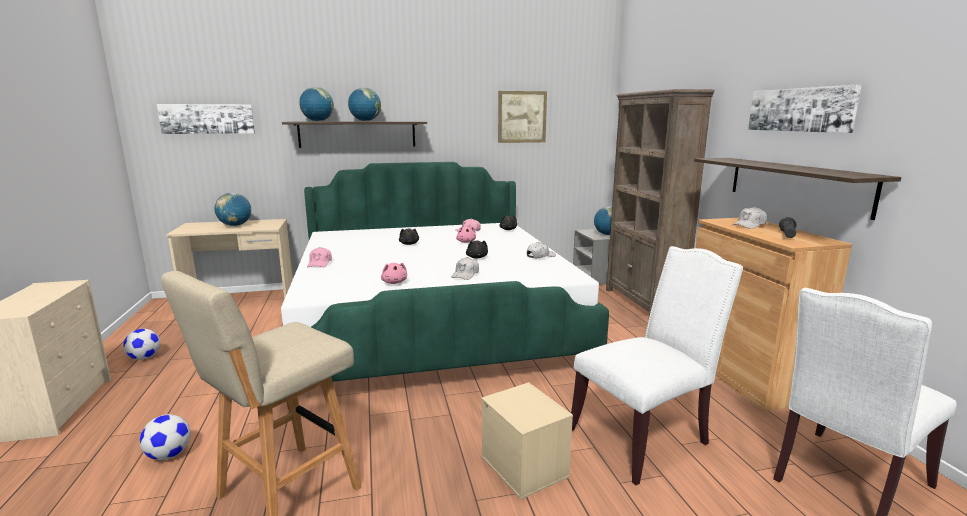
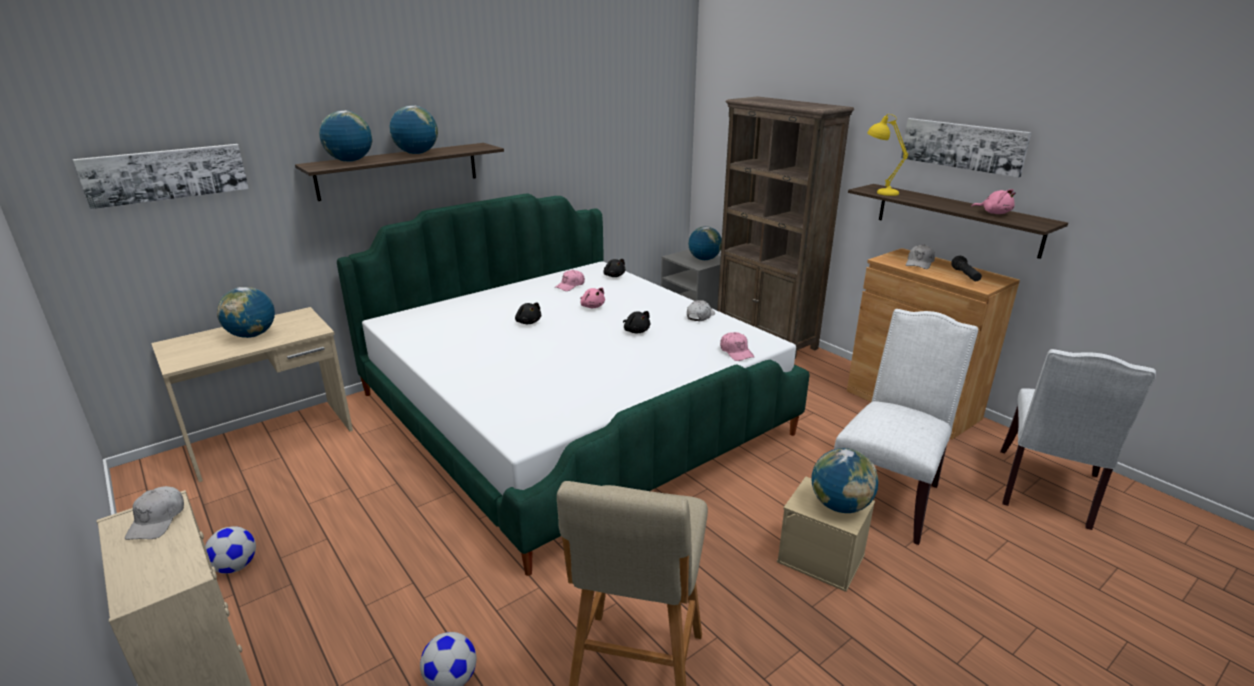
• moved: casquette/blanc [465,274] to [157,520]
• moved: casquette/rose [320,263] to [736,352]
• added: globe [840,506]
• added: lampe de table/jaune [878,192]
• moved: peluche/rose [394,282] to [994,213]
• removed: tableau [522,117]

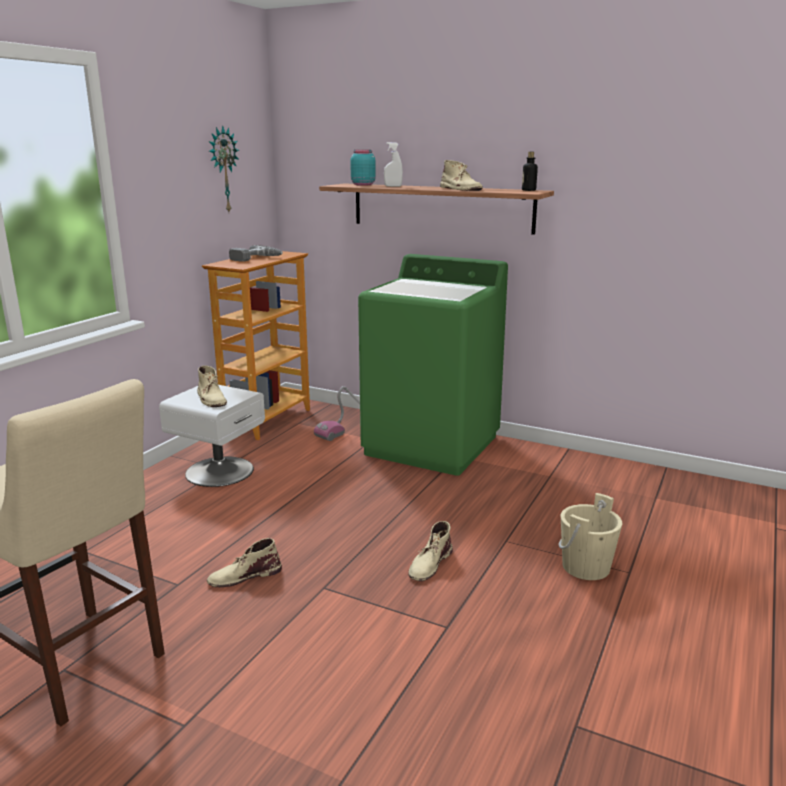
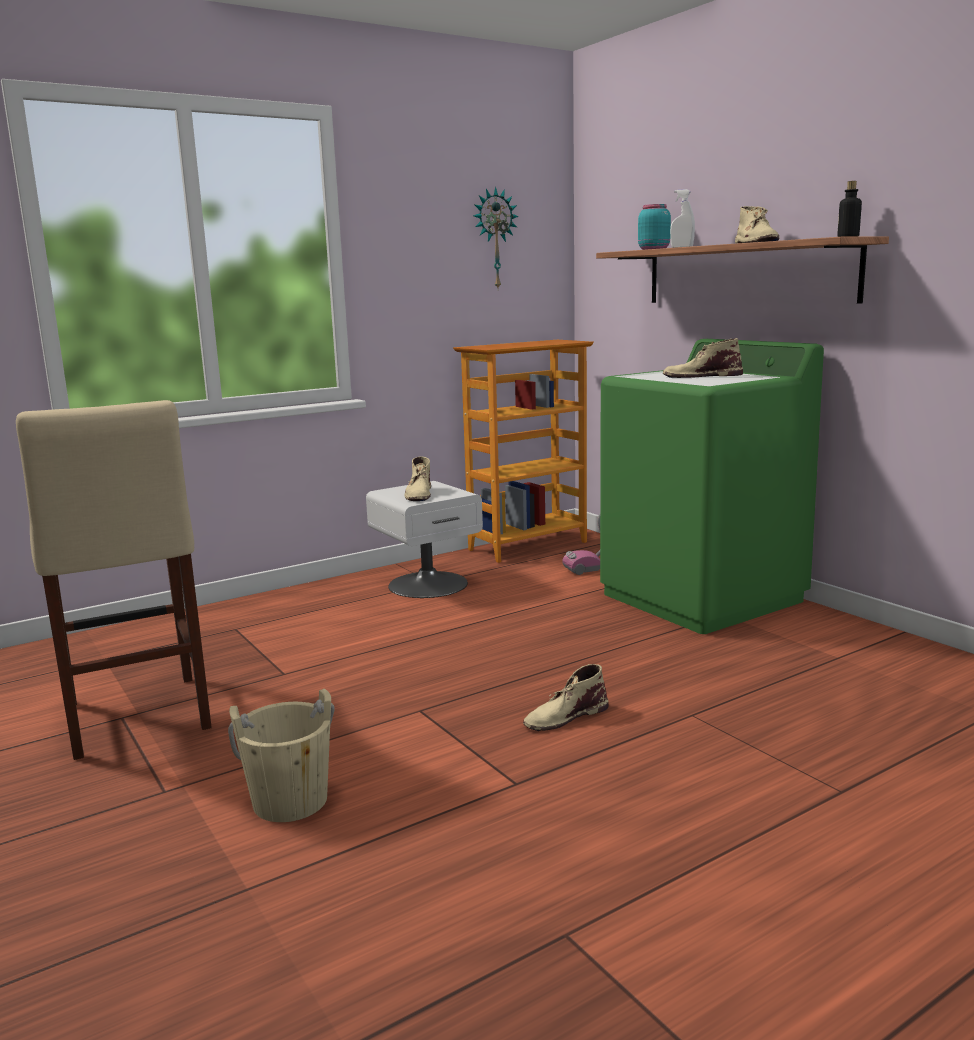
• moved: seau/beige [586,567] to [290,801]
• moved: botte/beige [244,576] to [701,376]
• removed: perceuse [256,259]

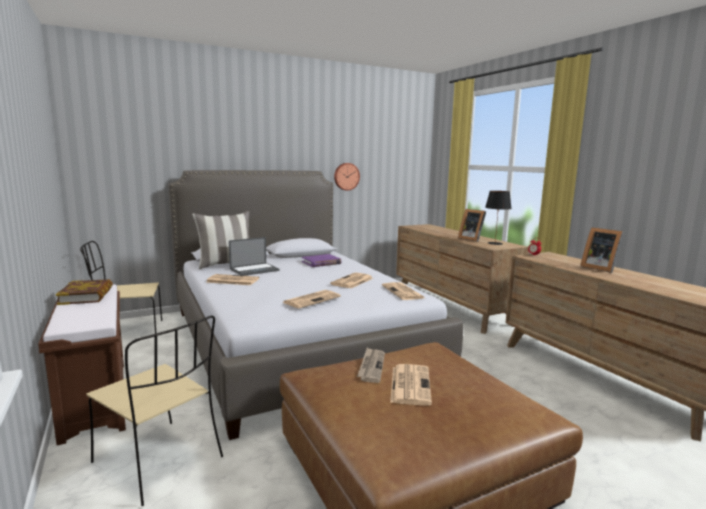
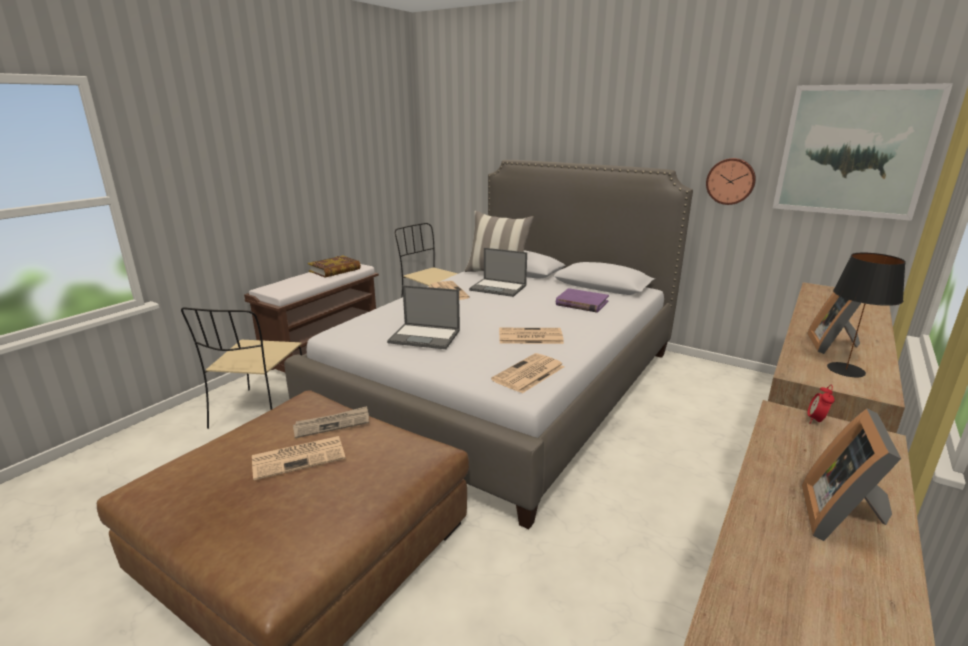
• replaced: journal [312,299] to ordinateur portable [425,336]
• added: tableau [853,151]

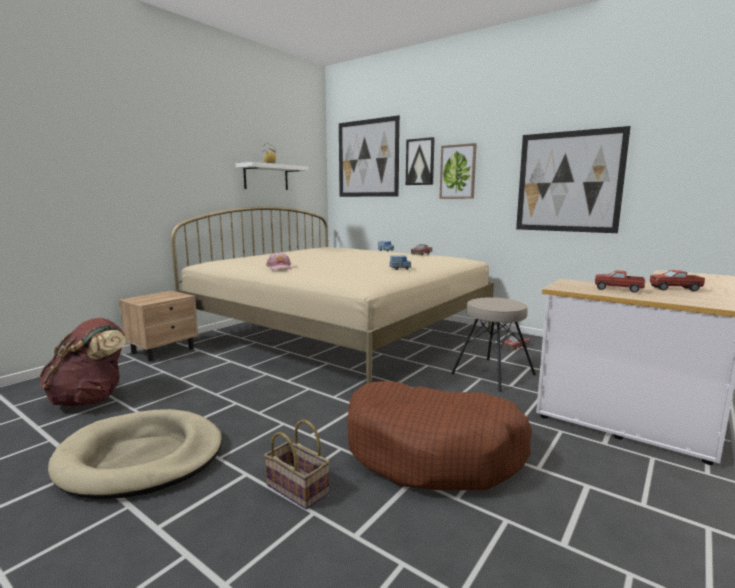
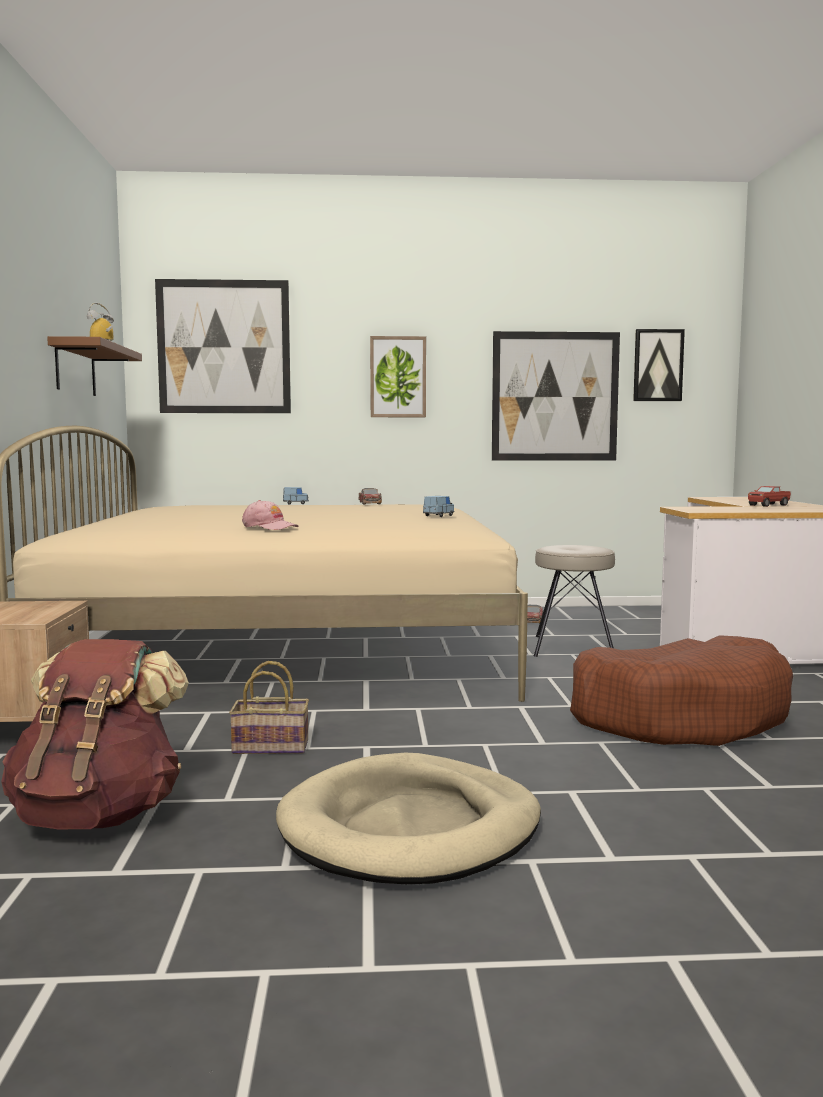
• recoloured: étagère/blanc [266,177] to étagère/marron [75,369]
• moved: panier [299,489] to [273,746]
• moved: tableau [420,162] to [658,365]
• removed: camion jouet [618,289]

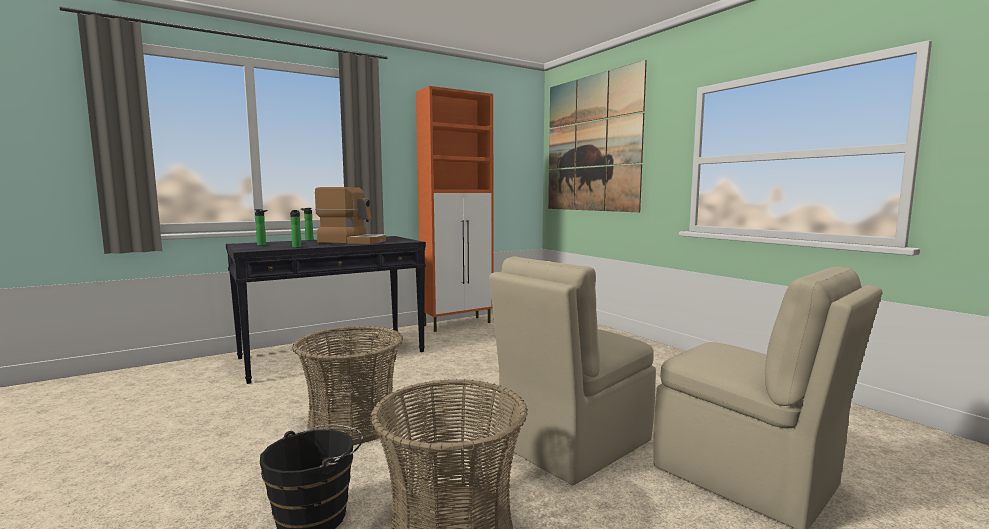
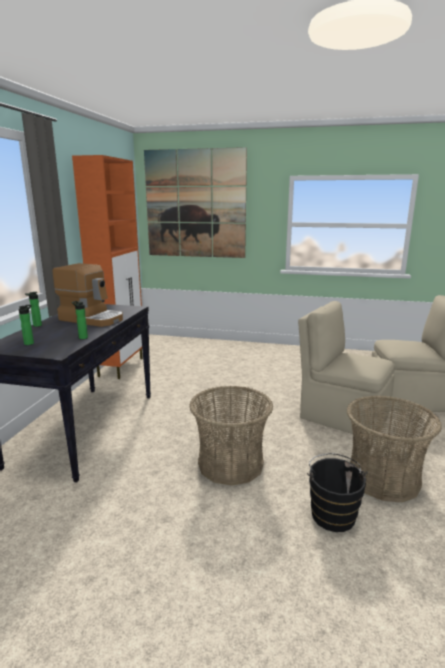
• turned: machine à café [352,241] = [92,319] 60 degrees clockwise
• turned: chaise/beige [572,444] = [342,416] 120 degrees clockwise

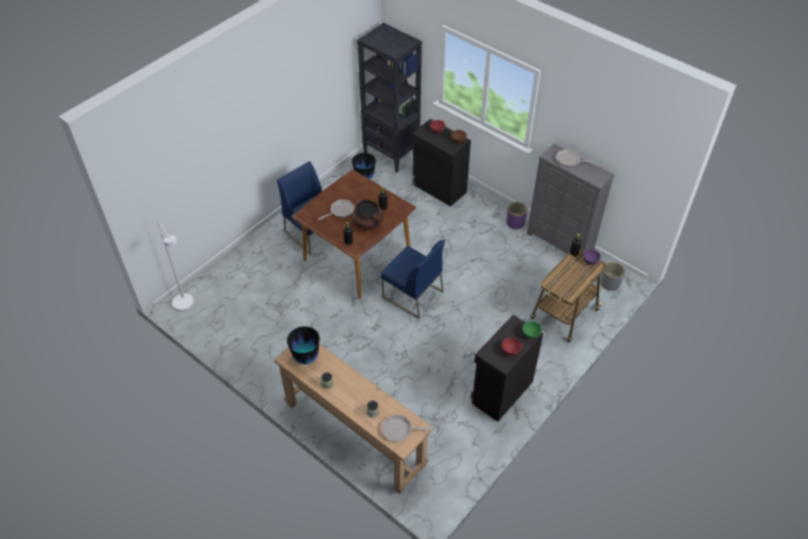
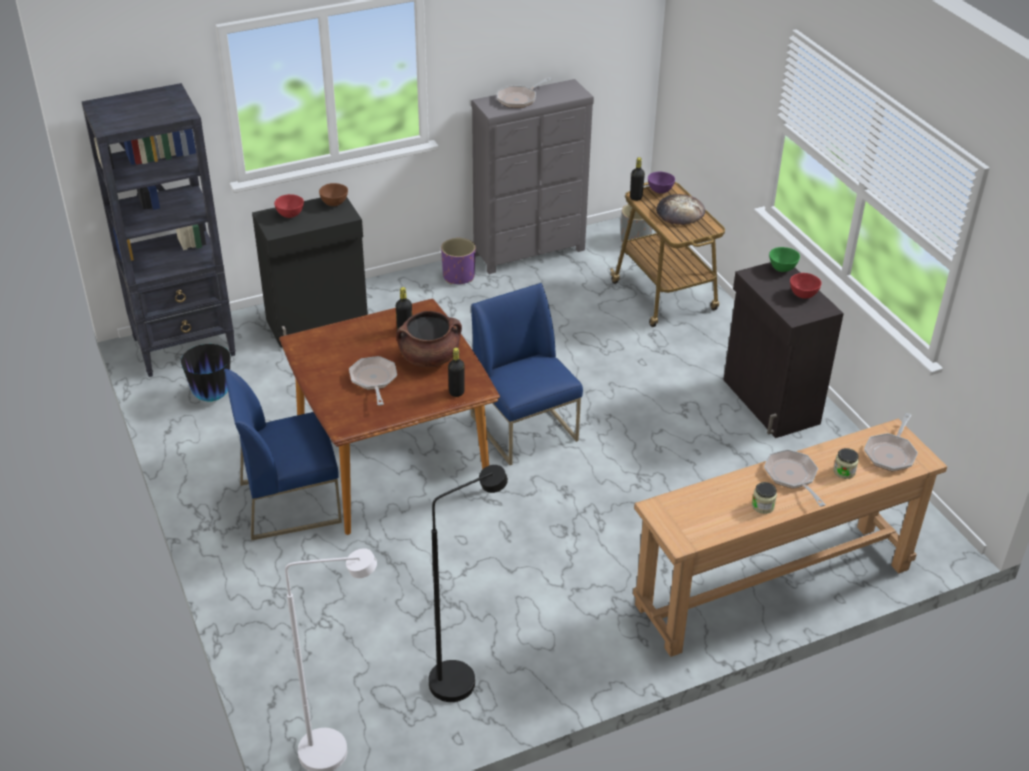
• added: lampadaire/noir [462,676]
• turned: chaise/bleu [412,294] = [525,428] 90 degrees counterclockwise
• added: pain [680,212]
• added: poêle [792,477]
• removed: vase [306,358]

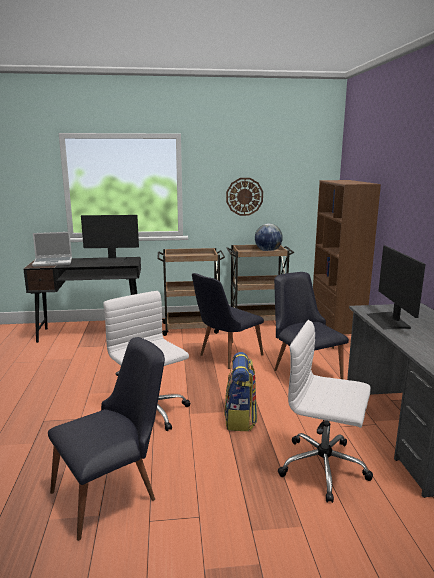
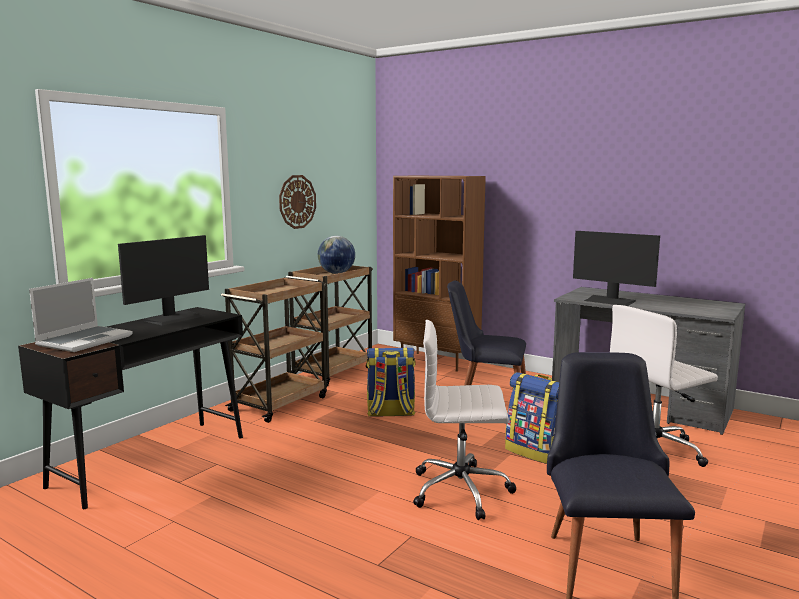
• replaced: chaise/noir [225,356] to sac à dos [390,413]

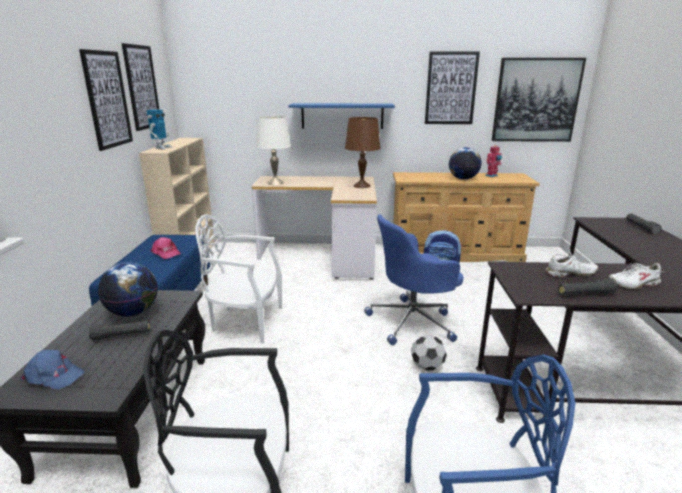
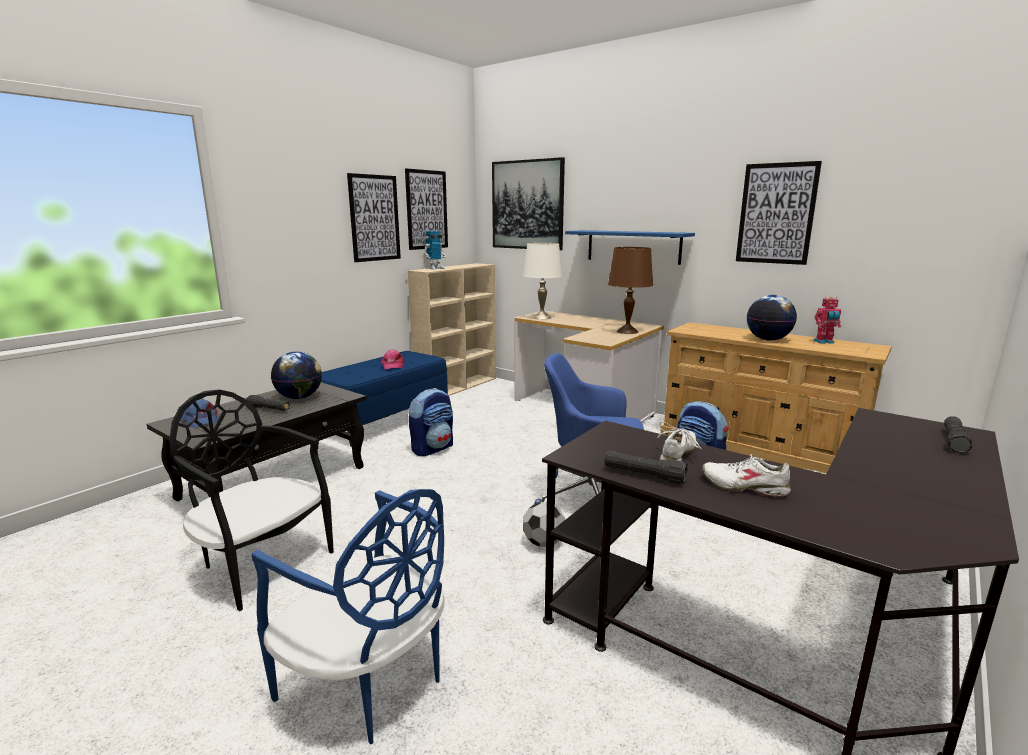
• replaced: chaise/blanc [245,322] to sac à dos [433,448]
• moved: tableau [536,100] to [527,205]
• turned: chaussure/blanc [570,274] = [678,455] 90 degrees counterclockwise

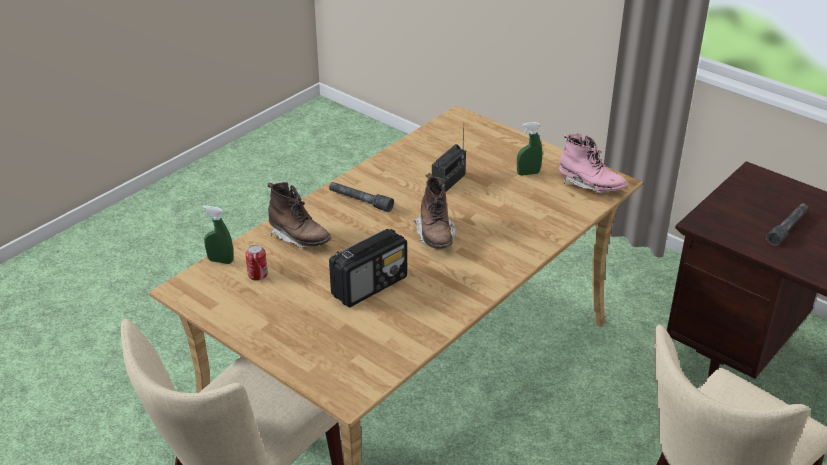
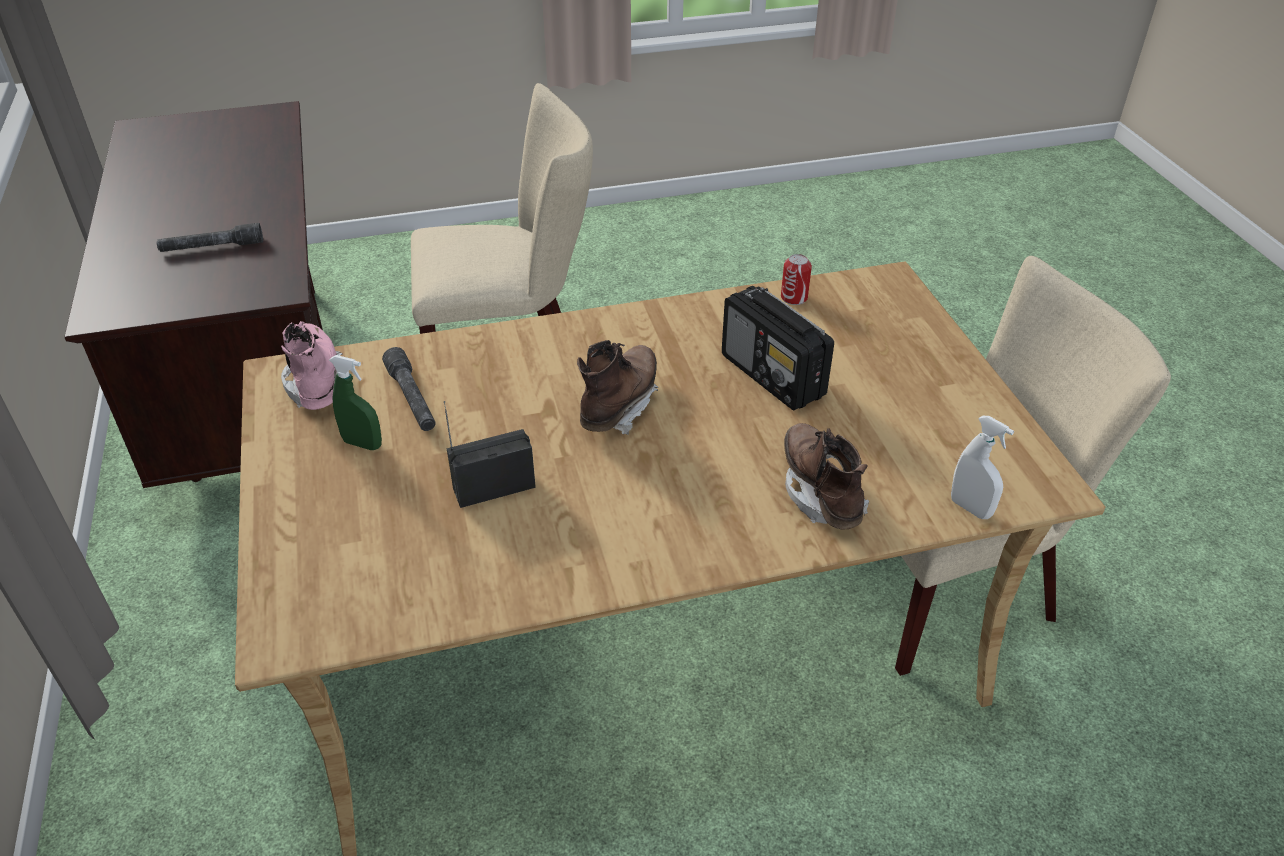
• moved: lampe de poche/gris [360,201] to [412,399]
• turned: radio [370,286] = [773,376] 120 degrees counterclockwise
• moved: boîte métallique [257,274] to [794,297]
• recoloured: vaporisateur/vert [220,261] to vaporisateur/blanc [970,508]

